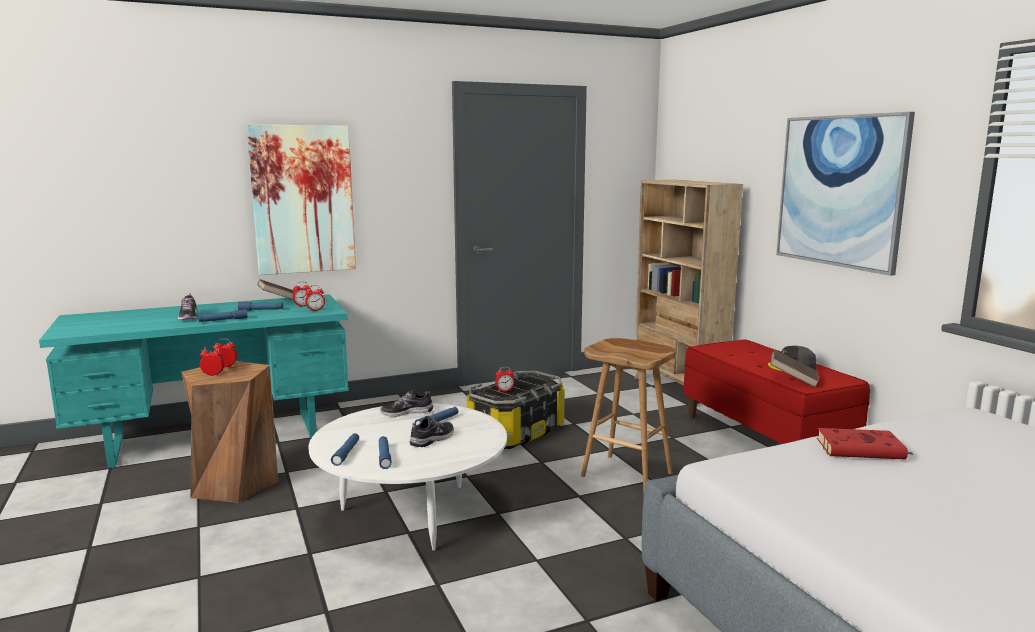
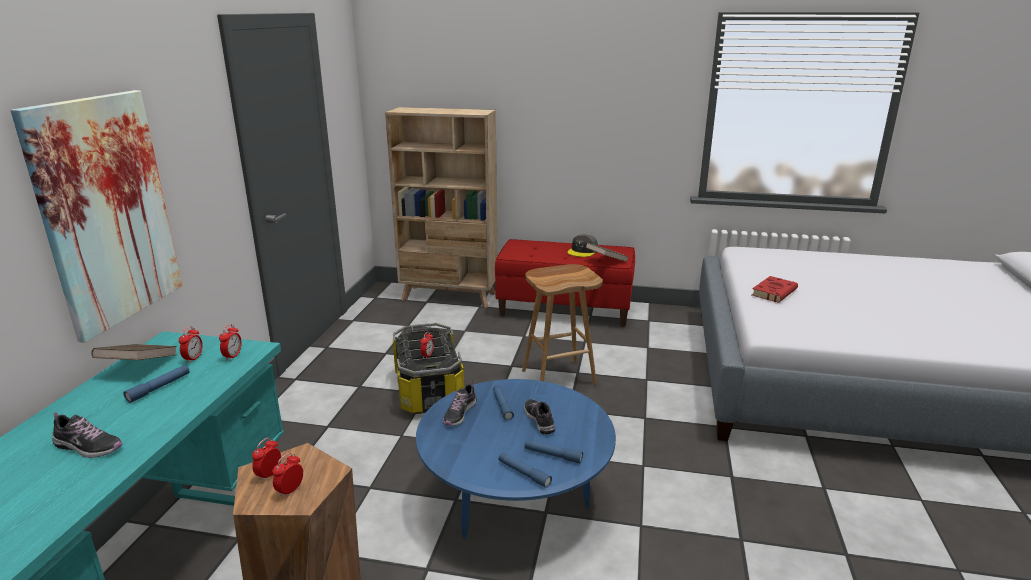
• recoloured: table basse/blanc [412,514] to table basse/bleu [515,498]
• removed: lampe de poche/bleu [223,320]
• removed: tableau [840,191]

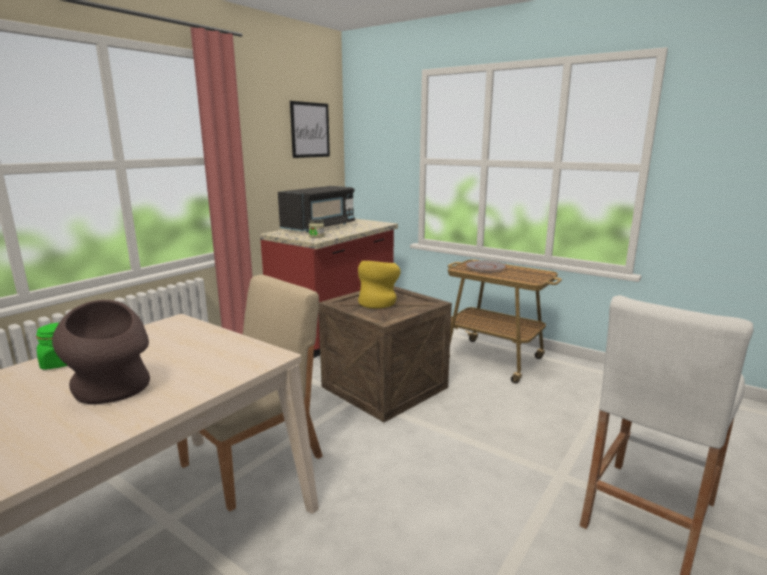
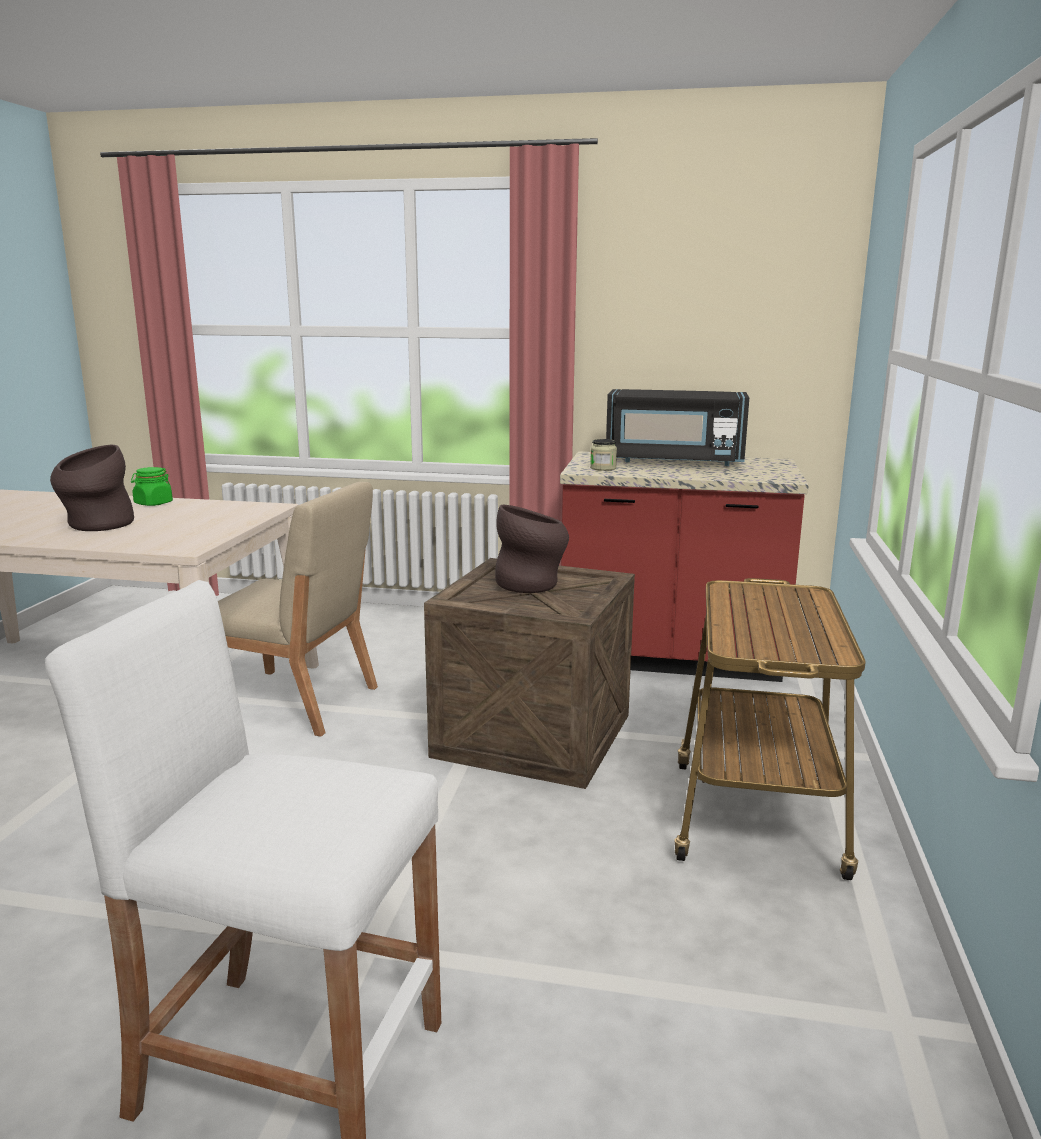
• recoloured: vase/jaune [378,302] to vase/marron [532,584]
• removed: tableau [310,130]
• removed: assiette/gris [485,267]

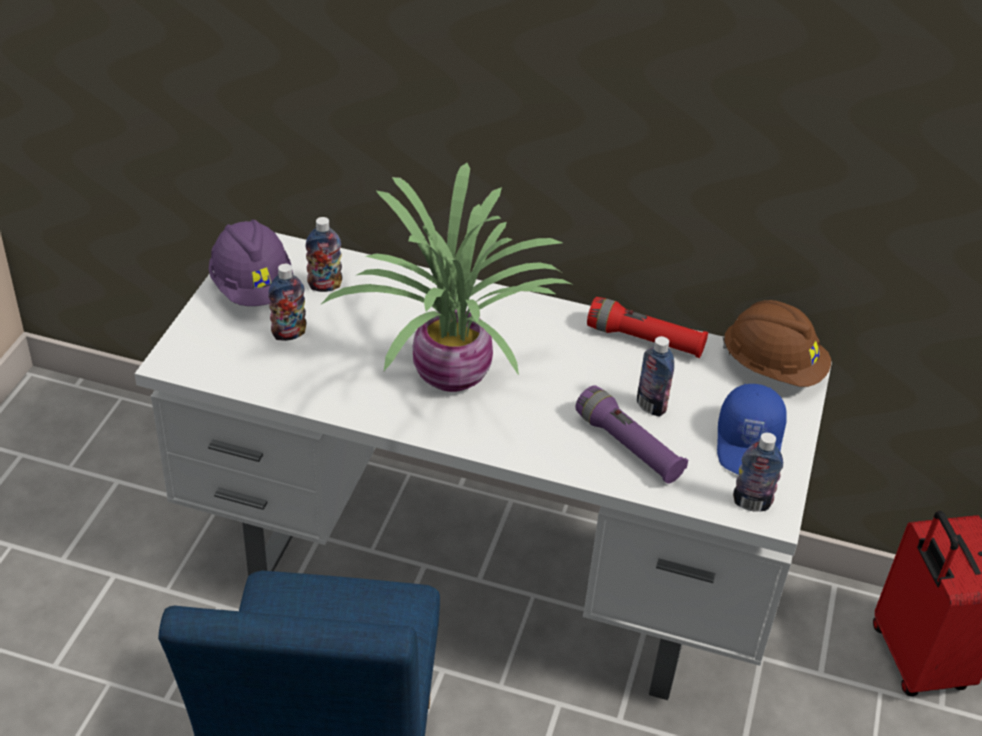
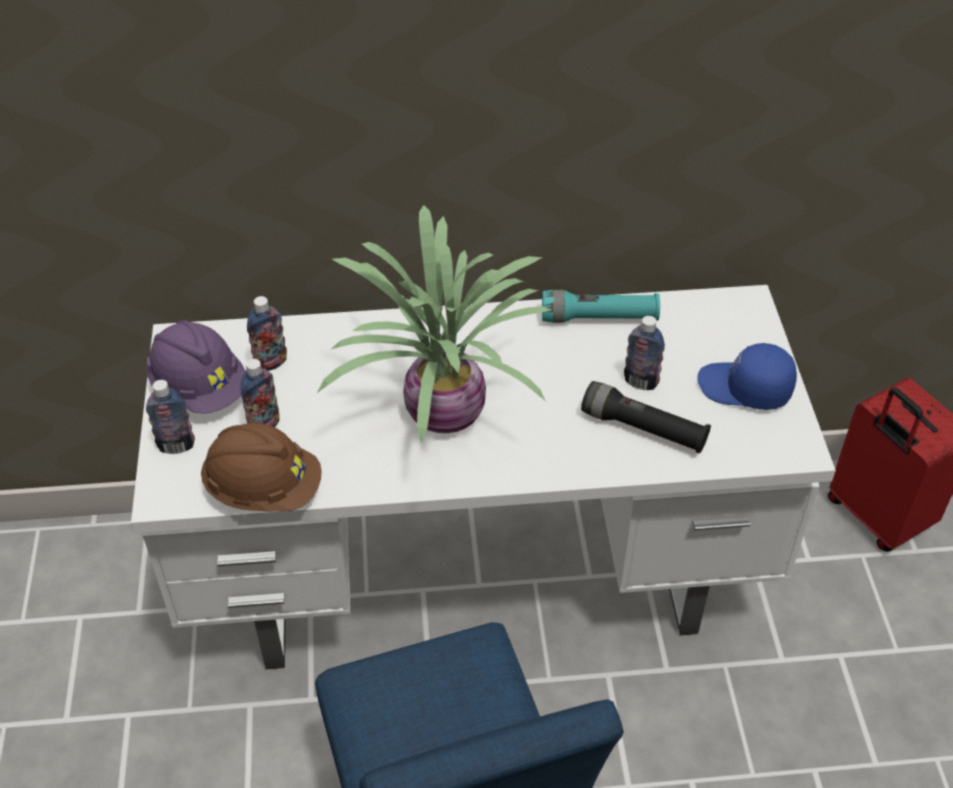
• moved: bouteille [751,503] to [176,446]
• moved: casque de chantier/marron [772,368] to [264,489]
• recoloured: lampe de poche/rouge [645,340] to lampe de poche/turquoise [599,318]
• recoloured: lampe de poche/violet [628,446] to lampe de poche/noir [643,429]
• turned: casquette/bleu [750,444] = [744,388] 120 degrees clockwise

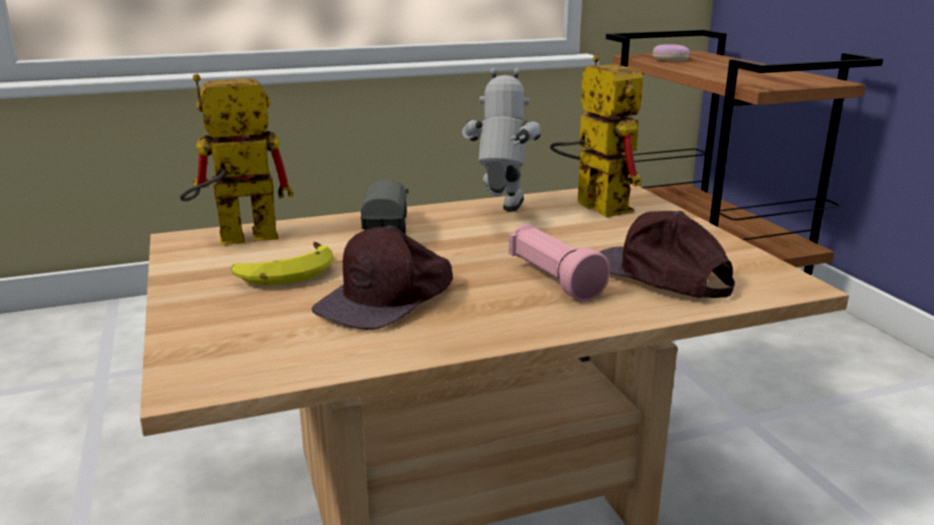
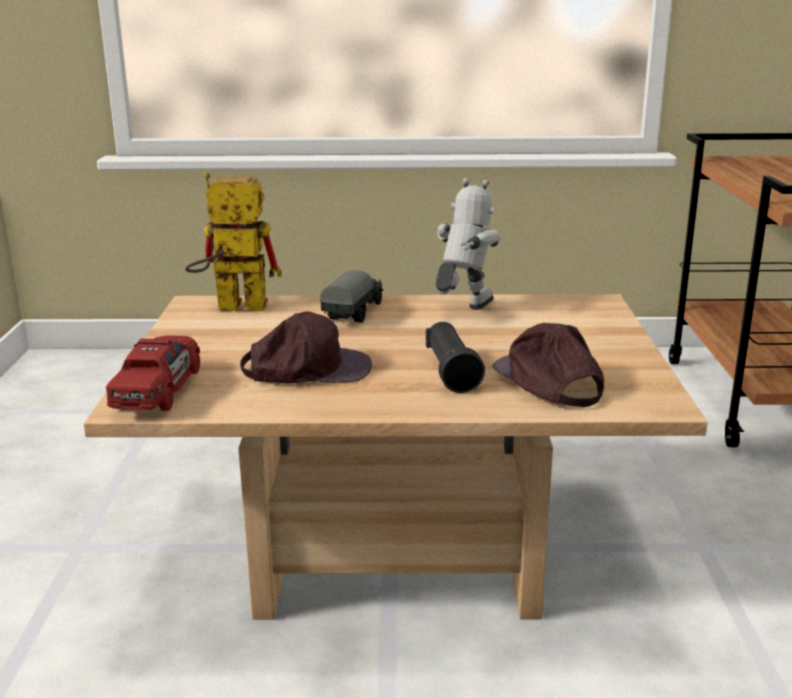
• added: petite voiture/rouge [158,391]
• turned: casquette/marron [388,298] = [307,368] 150 degrees counterclockwise
• recoloured: lampe de poche/rose [553,280] to lampe de poche/noir [451,372]
• removed: banane [284,272]
• removed: robot jouet [592,205]
• removed: beignet [669,59]

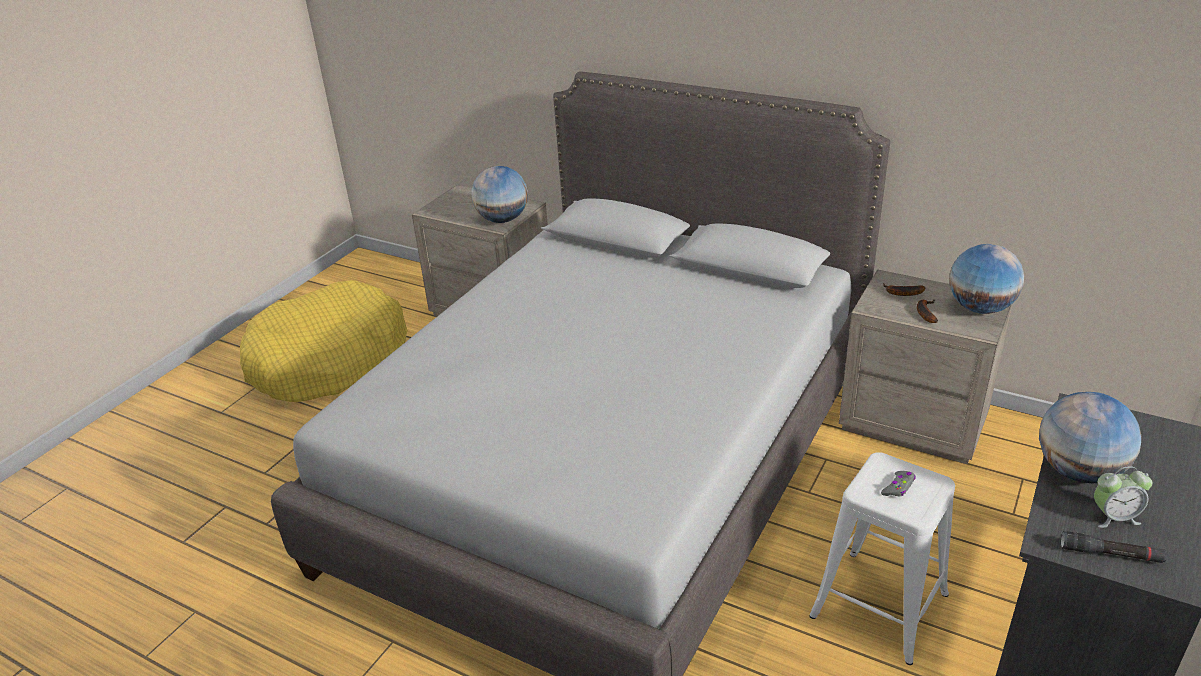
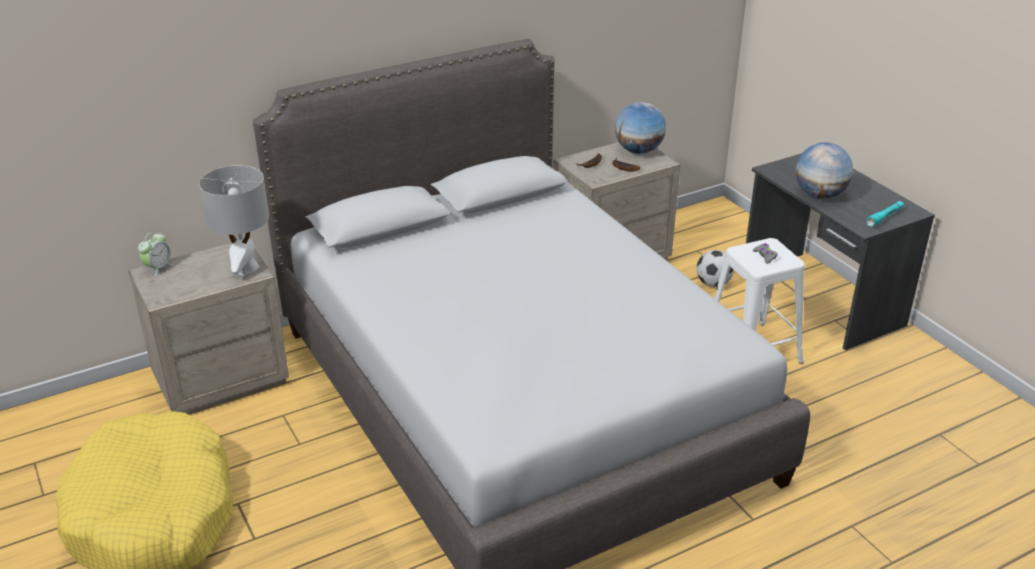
• moved: réveil [1114,517] to [158,268]
• replaced: globe [503,220] to lampe de table/gris [245,268]
• added: ballon de foot [713,284]
• recoloured: lampe de poche/noir [1110,554] to lampe de poche/turquoise [884,217]

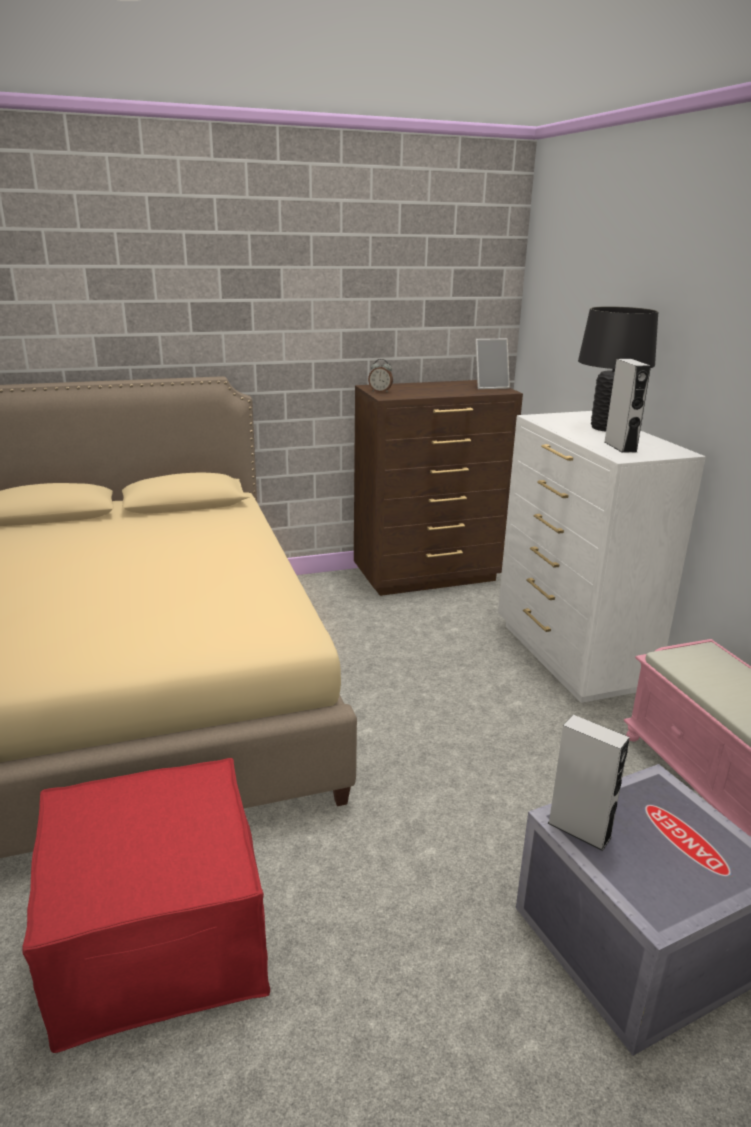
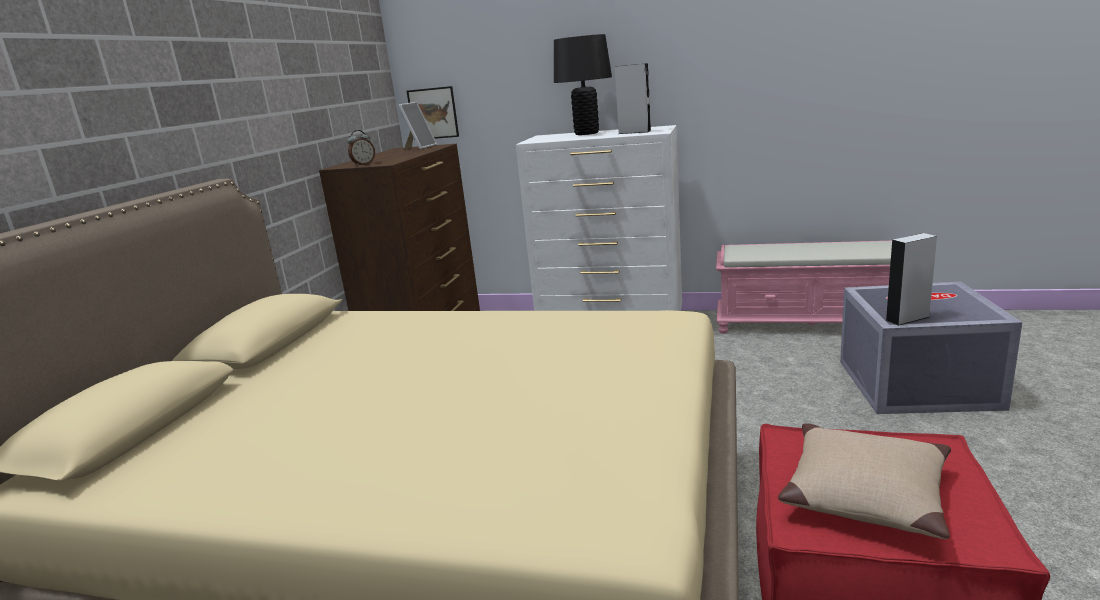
• added: tableau [433,113]
• added: coussin/beige [863,492]

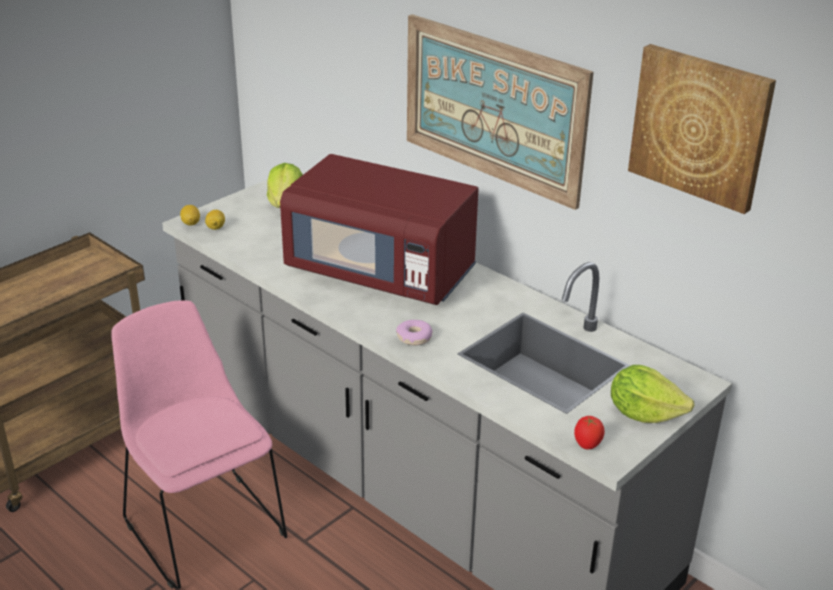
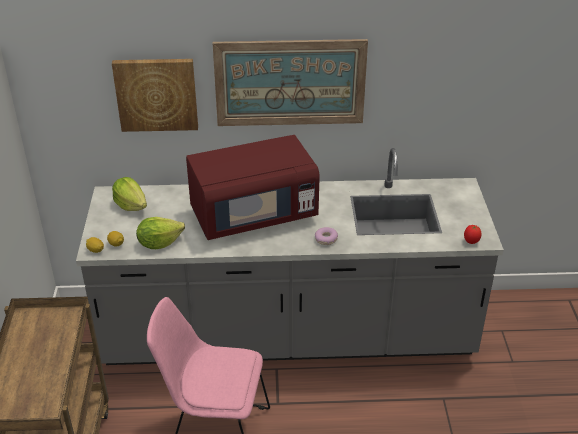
• moved: tableau [700,126] to [156,94]
• moved: laitue [644,413] to [159,243]

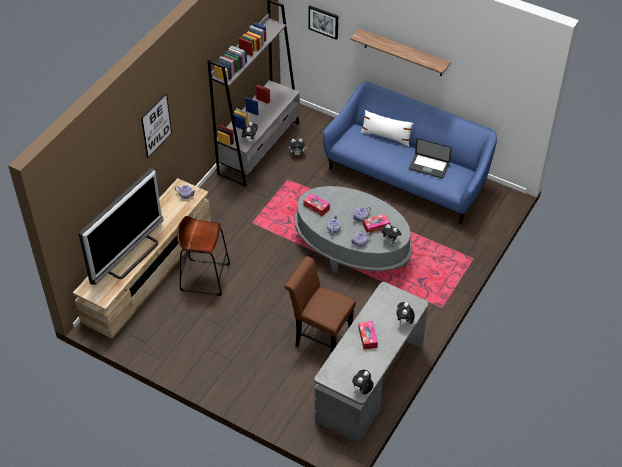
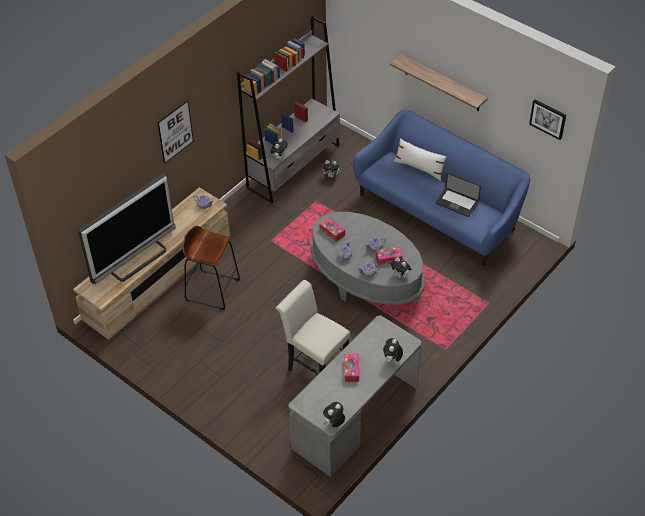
• recoloured: chaise/marron [319,337] to chaise/blanc [314,364]
• moved: tableau [323,21] to [548,118]

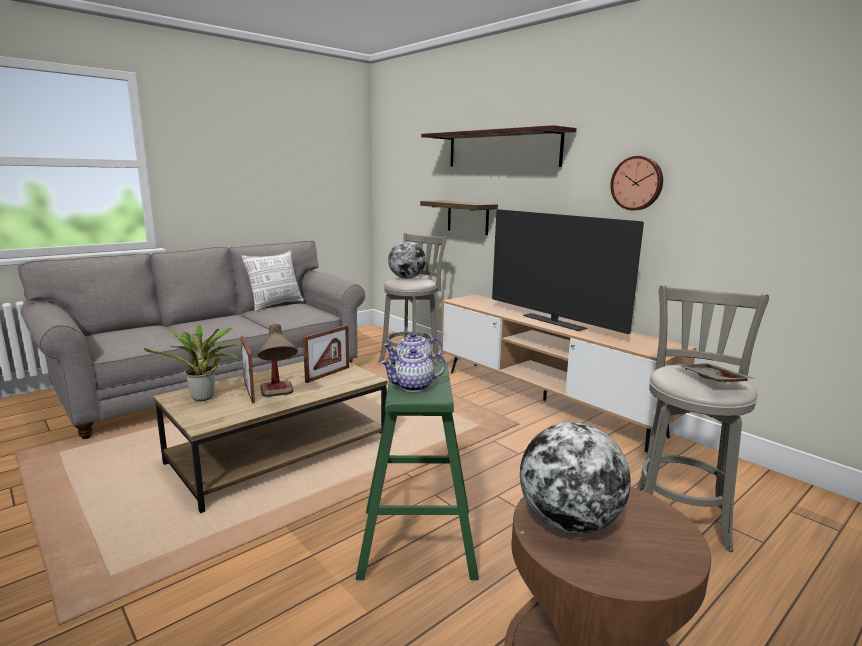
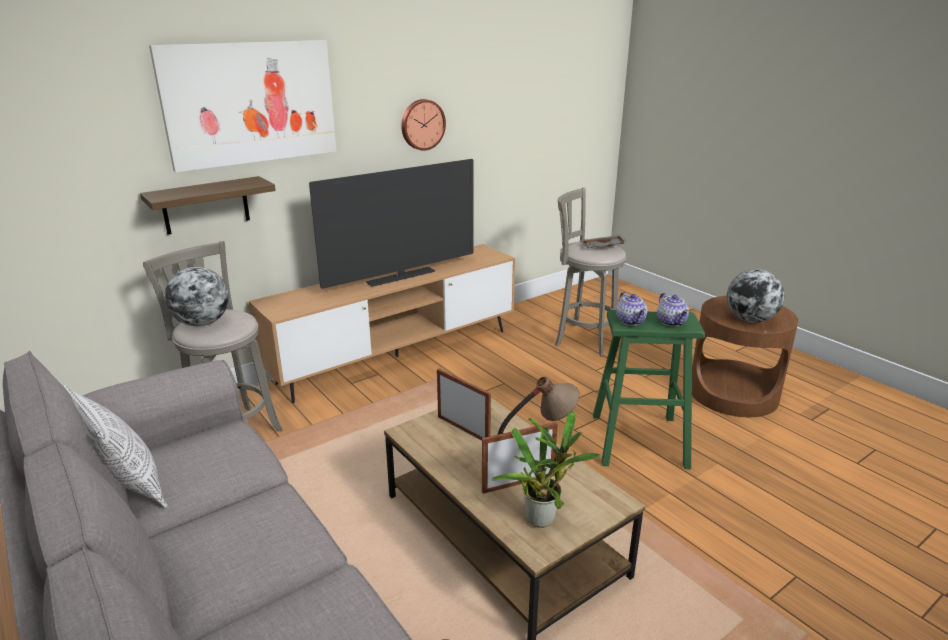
• replaced: étagère [502,149] to tableau [251,103]

